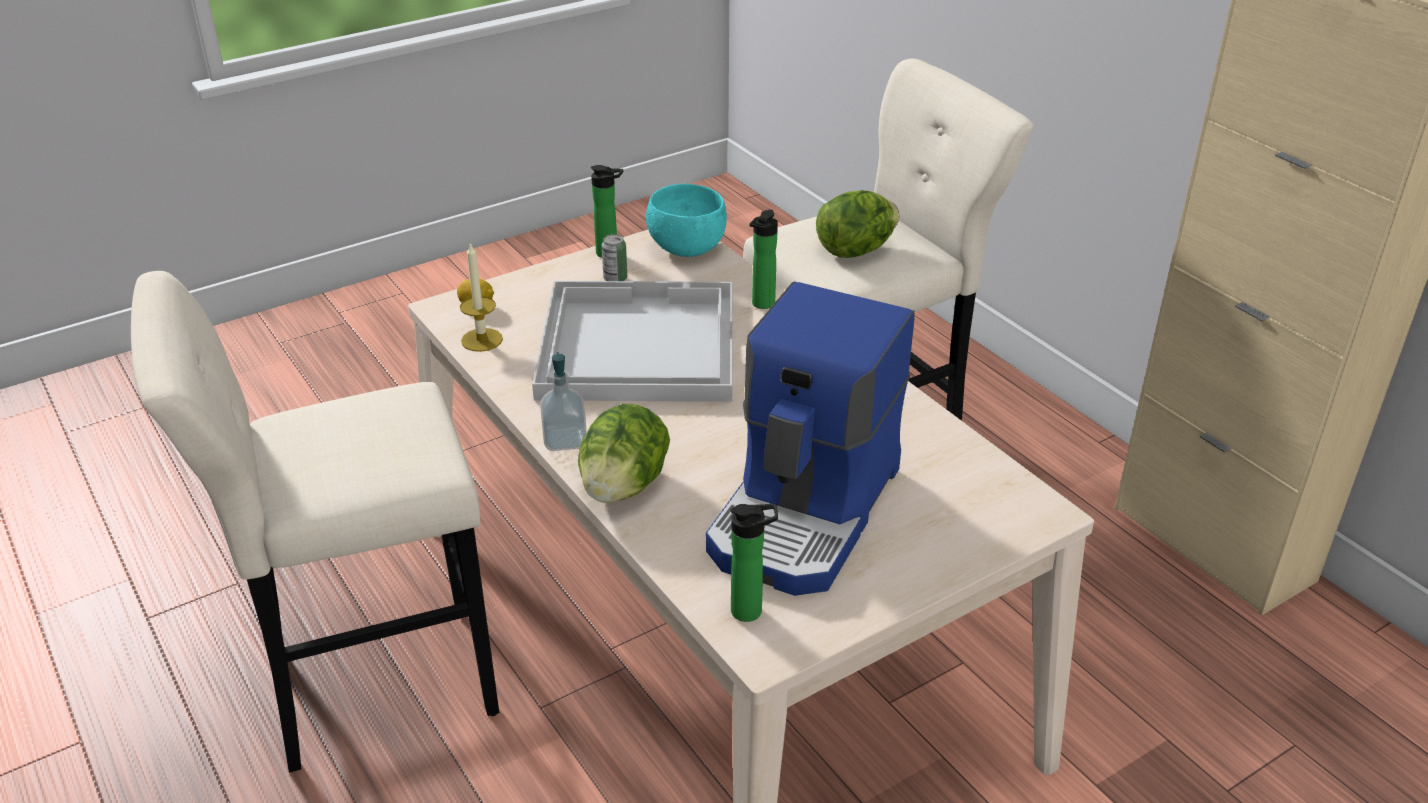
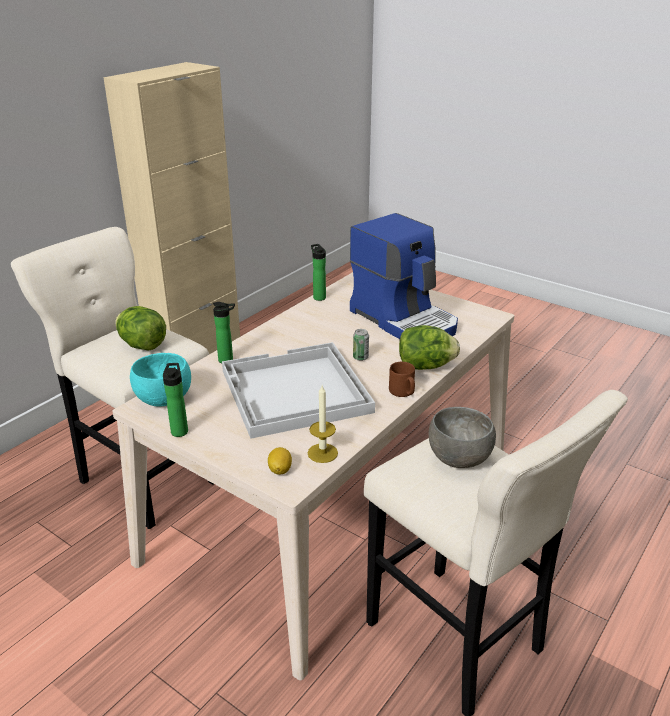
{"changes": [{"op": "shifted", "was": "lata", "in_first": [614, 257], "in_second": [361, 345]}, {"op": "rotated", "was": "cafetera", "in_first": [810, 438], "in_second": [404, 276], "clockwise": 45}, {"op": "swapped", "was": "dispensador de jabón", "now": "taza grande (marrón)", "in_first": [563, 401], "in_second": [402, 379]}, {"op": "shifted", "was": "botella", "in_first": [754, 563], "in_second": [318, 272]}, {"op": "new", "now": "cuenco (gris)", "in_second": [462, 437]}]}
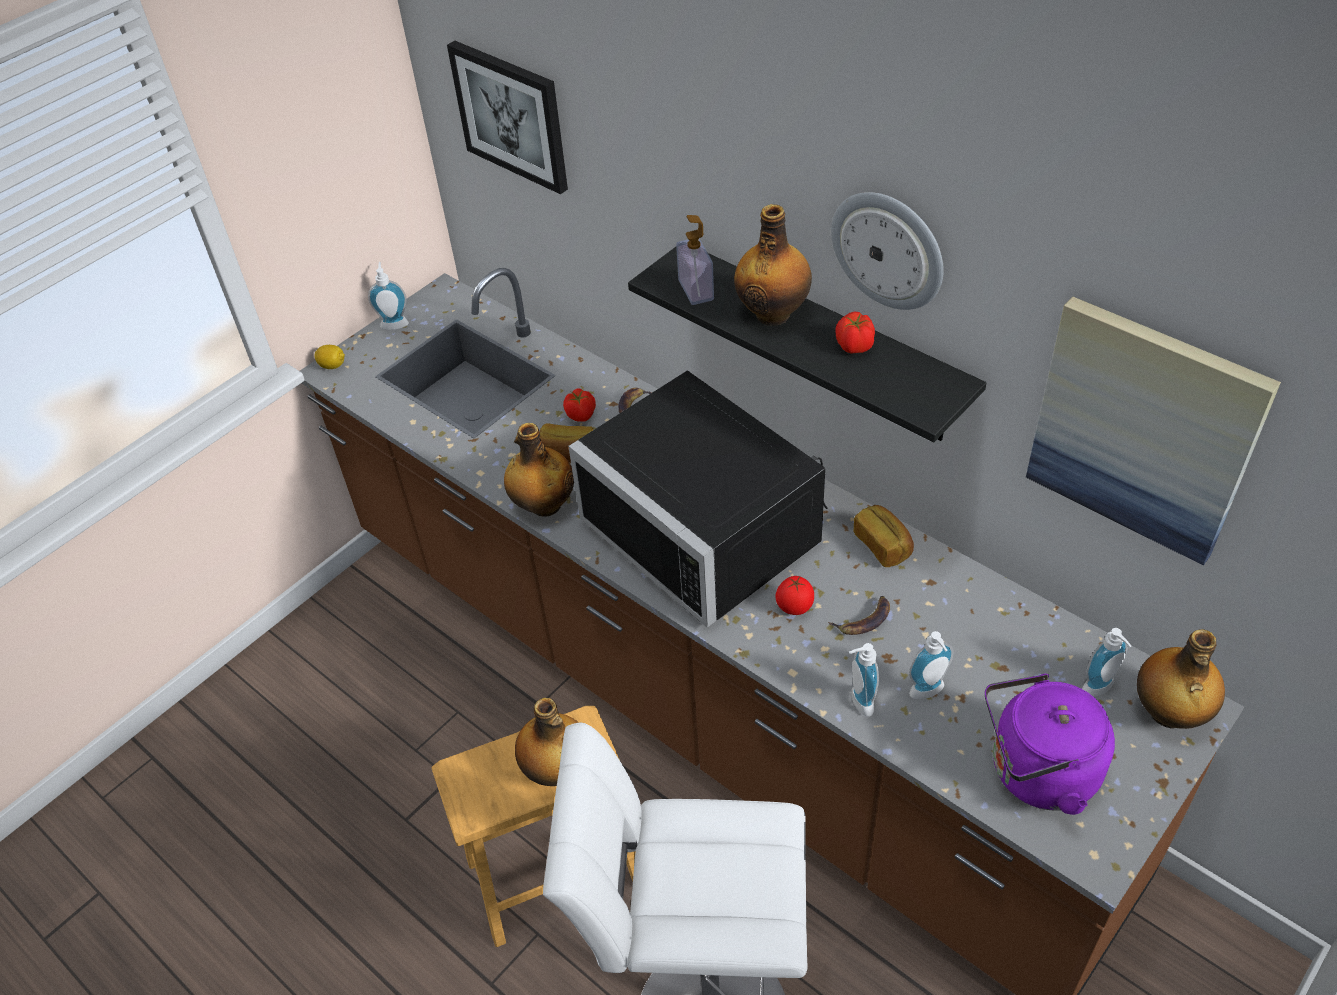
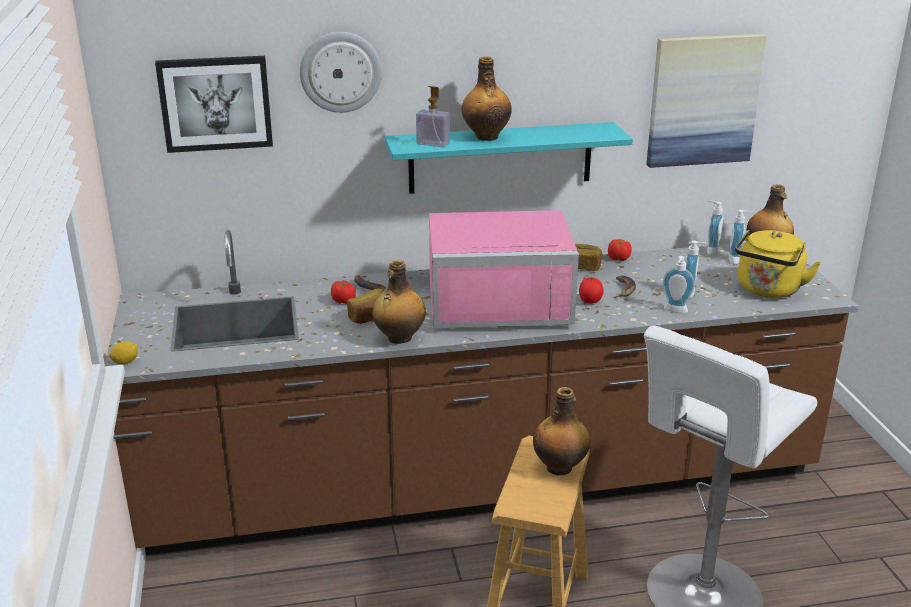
{"changes": [{"op": "shifted", "was": "reloj de pared", "in_first": [887, 251], "in_second": [341, 72]}, {"op": "repainted", "was": "estante (negro)", "now": "estante (turquesa)", "in_first": [807, 344], "in_second": [509, 158]}, {"op": "shifted", "was": "dispensador de jabón", "in_first": [388, 296], "in_second": [715, 228]}, {"op": "shifted", "was": "tomate", "in_first": [855, 333], "in_second": [620, 250]}, {"op": "repainted", "was": "microondas (negro)", "now": "microondas (rosa)", "in_first": [698, 499], "in_second": [504, 269]}, {"op": "repainted", "was": "hervidor (morado)", "now": "hervidor (amarillo)", "in_first": [1050, 744], "in_second": [778, 264]}]}
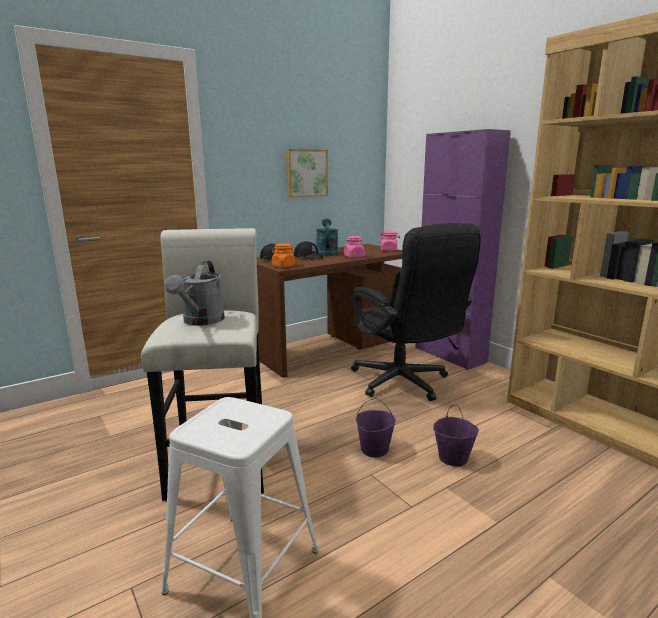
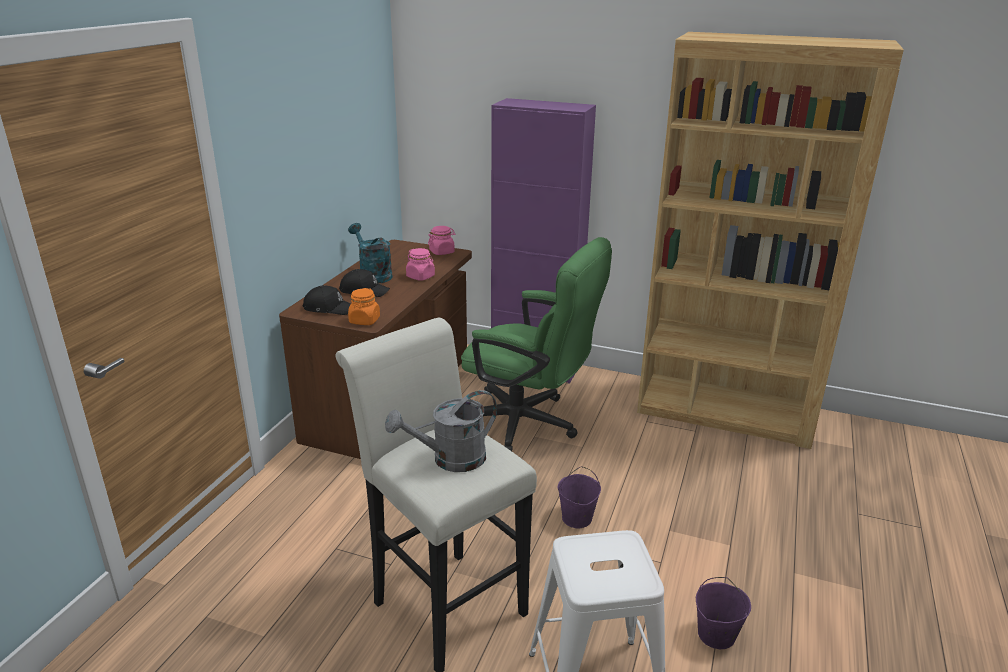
{"changes": [{"op": "gone", "was": "cuadro", "in_first": [307, 173]}, {"op": "repainted", "was": "silla de oficina (negro)", "now": "silla de oficina (verde)", "in_first": [416, 312], "in_second": [536, 344]}, {"op": "rotated", "was": "regadera (gris)", "in_first": [194, 293], "in_second": [441, 431], "clockwise": 90}, {"op": "shifted", "was": "cubo (morado)", "in_first": [456, 436], "in_second": [723, 613]}]}
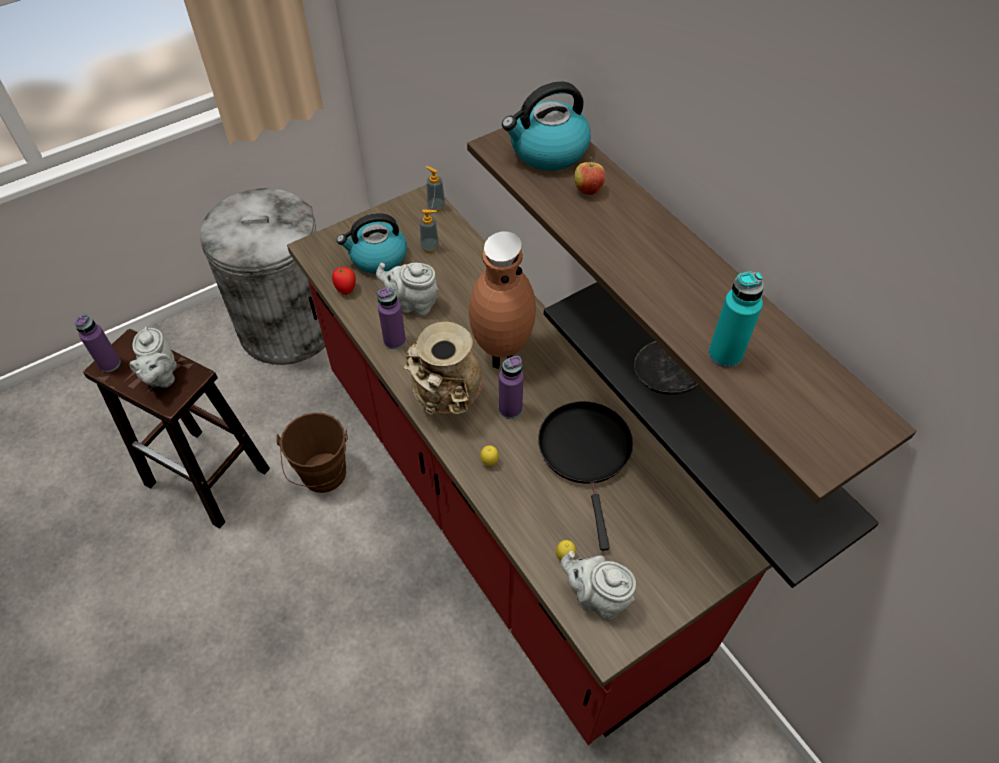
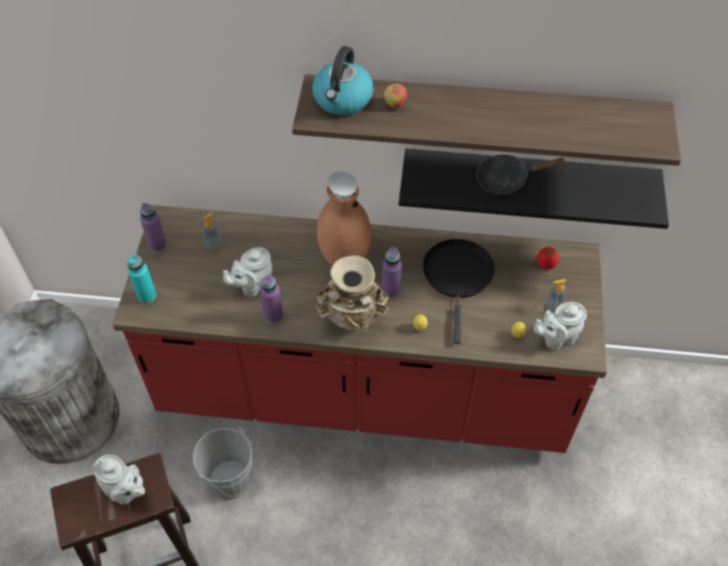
{"changes": [{"op": "shifted", "was": "dispensador de jabón", "in_first": [435, 189], "in_second": [556, 296]}, {"op": "gone", "was": "hervidor", "in_first": [372, 243]}, {"op": "shifted", "was": "tomate", "in_first": [344, 281], "in_second": [548, 258]}, {"op": "shifted", "was": "botella (turquesa)", "in_first": [736, 319], "in_second": [141, 279]}, {"op": "shifted", "was": "botella (morado)", "in_first": [97, 343], "in_second": [153, 227]}, {"op": "rotated", "was": "sartén (negro)", "in_first": [585, 476], "in_second": [459, 291], "clockwise": 60}, {"op": "repainted", "was": "cubo (marrón)", "now": "cubo (gris)", "in_first": [312, 452], "in_second": [228, 463]}]}
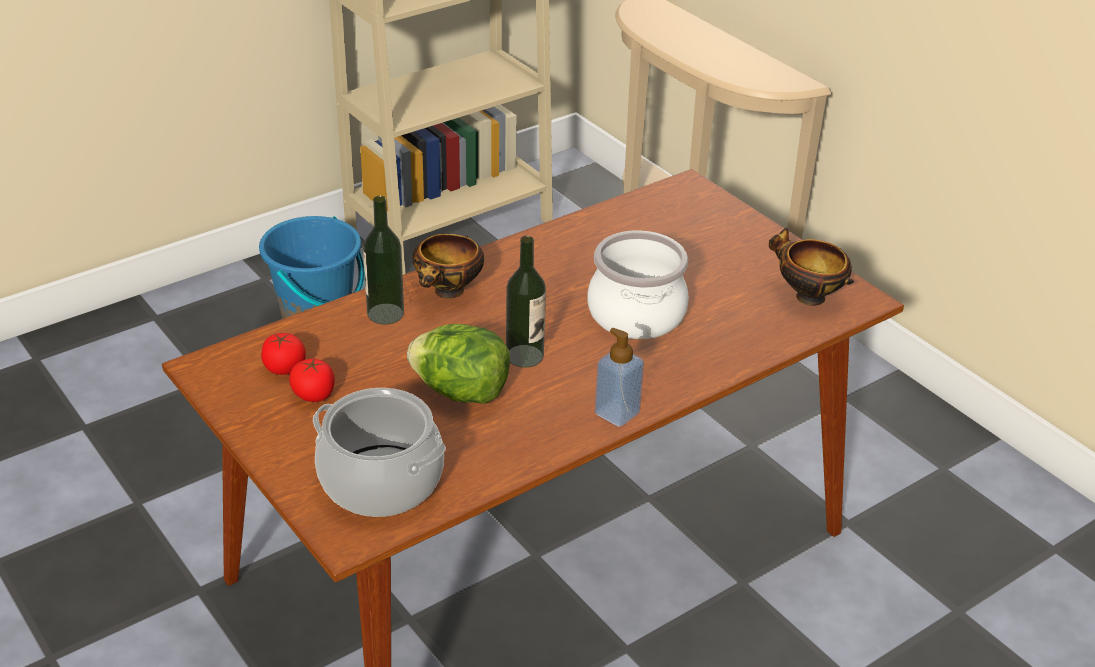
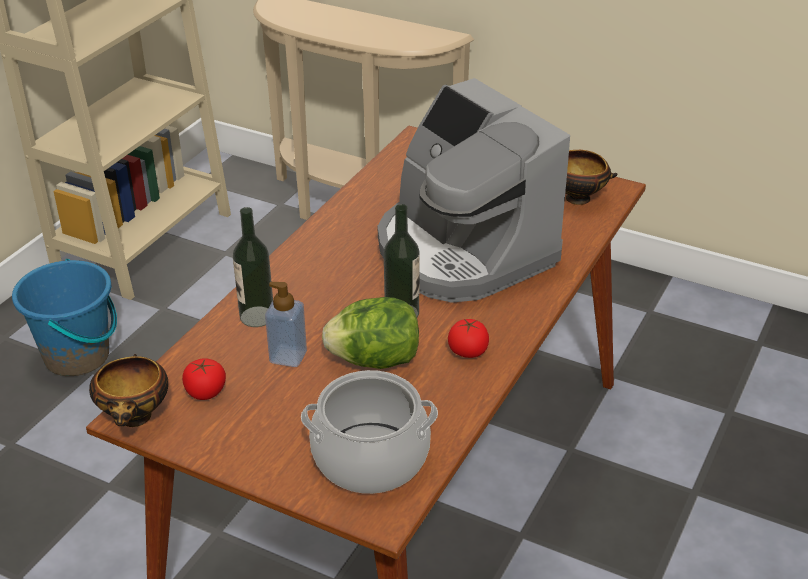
{"changes": [{"op": "swapped", "was": "olla", "now": "cafetera", "in_first": [638, 285], "in_second": [474, 190]}, {"op": "shifted", "was": "cuenco", "in_first": [448, 266], "in_second": [128, 390]}, {"op": "shifted", "was": "dispensador de jabón", "in_first": [619, 377], "in_second": [286, 324]}, {"op": "shifted", "was": "tomate", "in_first": [312, 379], "in_second": [468, 338]}]}
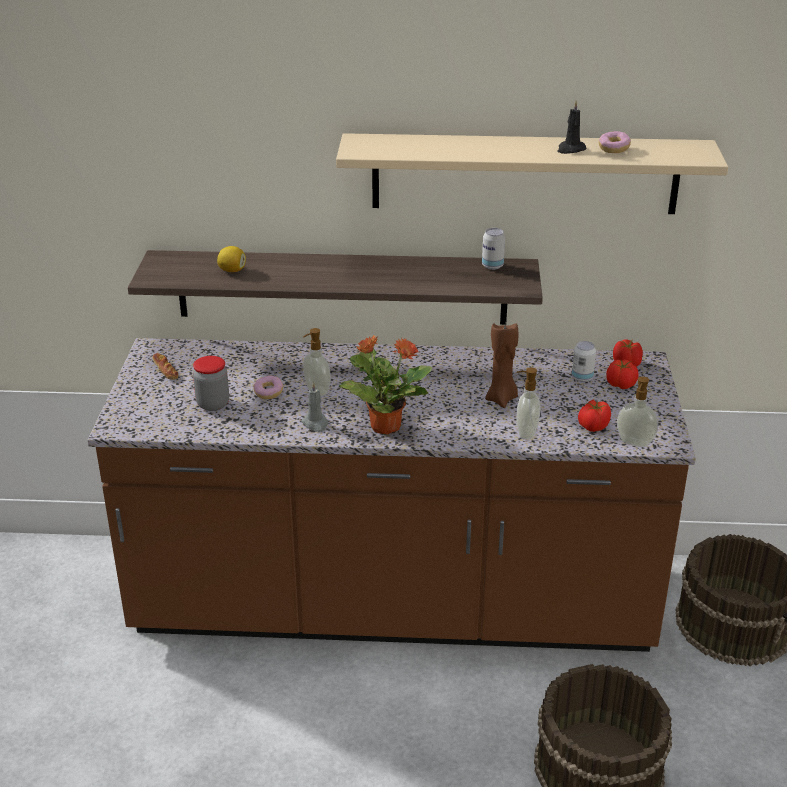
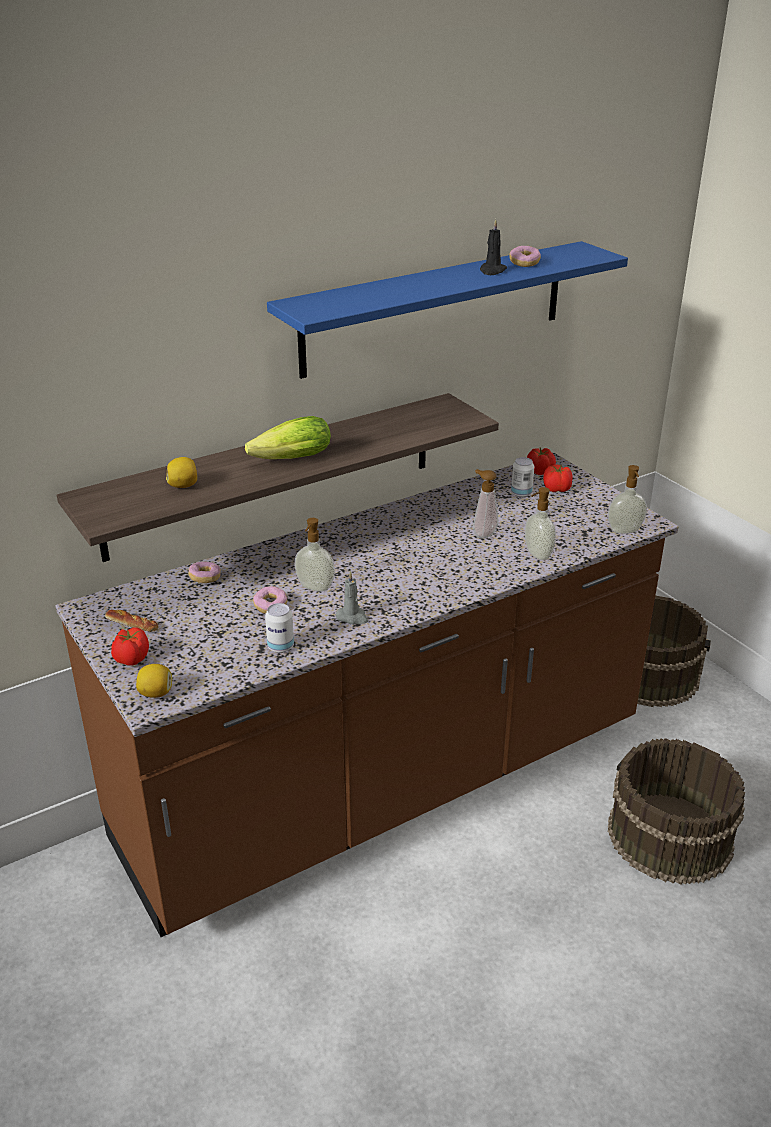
{"changes": [{"op": "repainted", "was": "estante (beis)", "now": "estante (azul)", "in_first": [532, 173], "in_second": [447, 310]}, {"op": "shifted", "was": "lata", "in_first": [493, 249], "in_second": [279, 628]}, {"op": "swapped", "was": "vela (marrón)", "now": "dispensador de jabón", "in_first": [501, 365], "in_second": [486, 504]}, {"op": "gone", "was": "planta en maceta", "in_first": [385, 385]}, {"op": "gone", "was": "tarro", "in_first": [211, 383]}, {"op": "shifted", "was": "tomate", "in_first": [594, 416], "in_second": [130, 646]}, {"op": "new", "now": "lechuga", "in_second": [288, 437]}, {"op": "new", "now": "rosquilla", "in_second": [205, 572]}, {"op": "new", "now": "limón", "in_second": [154, 681]}]}
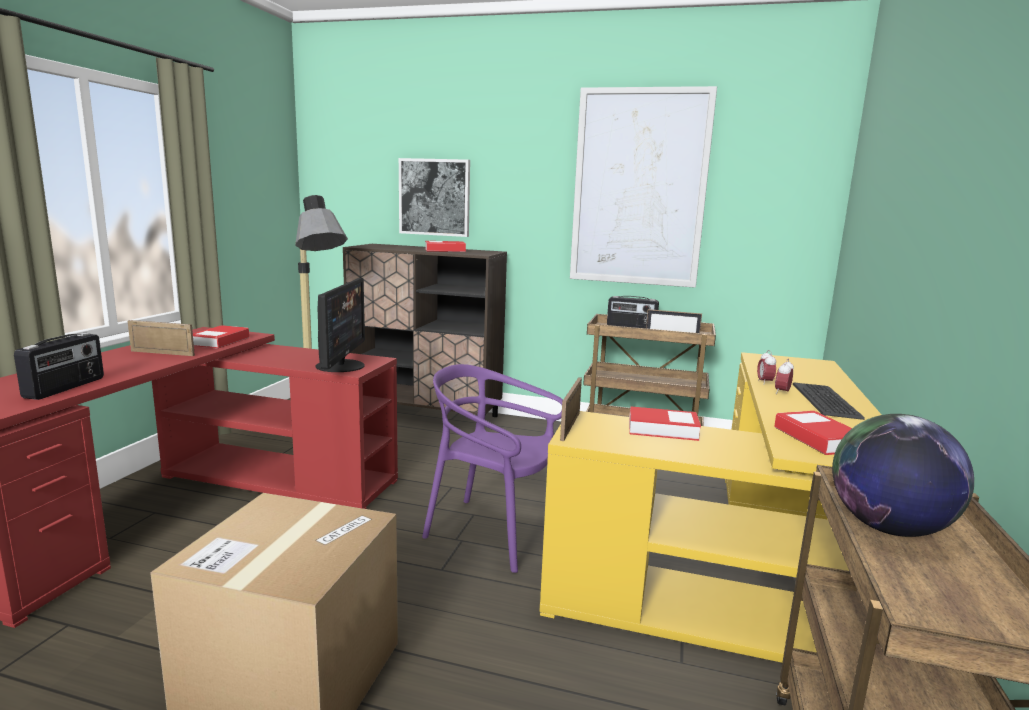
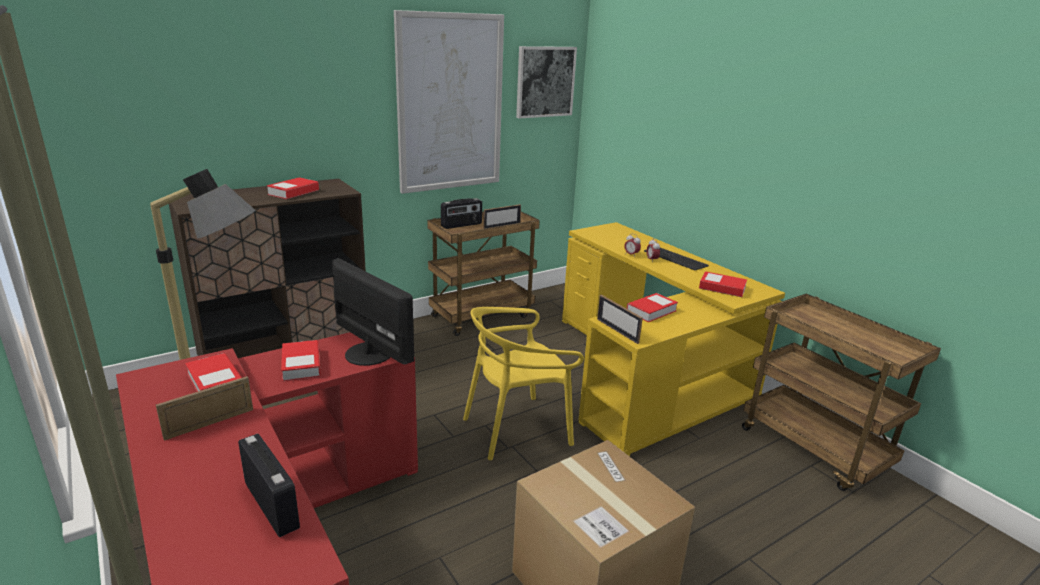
{"changes": [{"op": "shifted", "was": "cuadro", "in_first": [434, 197], "in_second": [546, 82]}, {"op": "repainted", "was": "silla (morado)", "now": "silla (amarillo)", "in_first": [492, 468], "in_second": [523, 383]}, {"op": "gone", "was": "globo terráqueo", "in_first": [903, 475]}, {"op": "new", "now": "libro", "in_second": [301, 360]}]}
